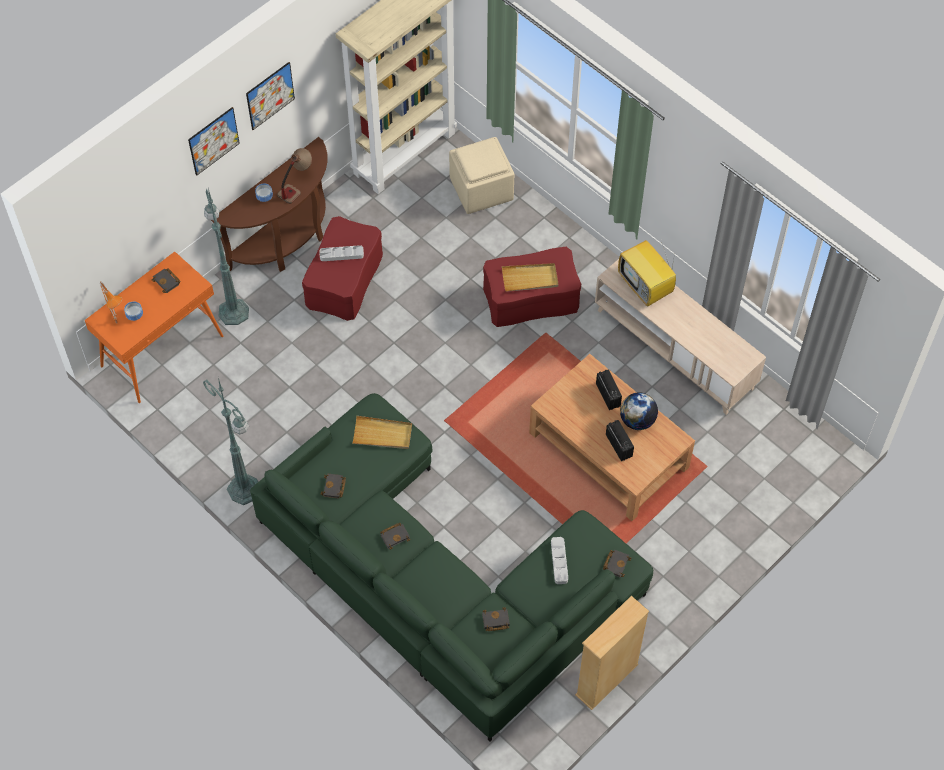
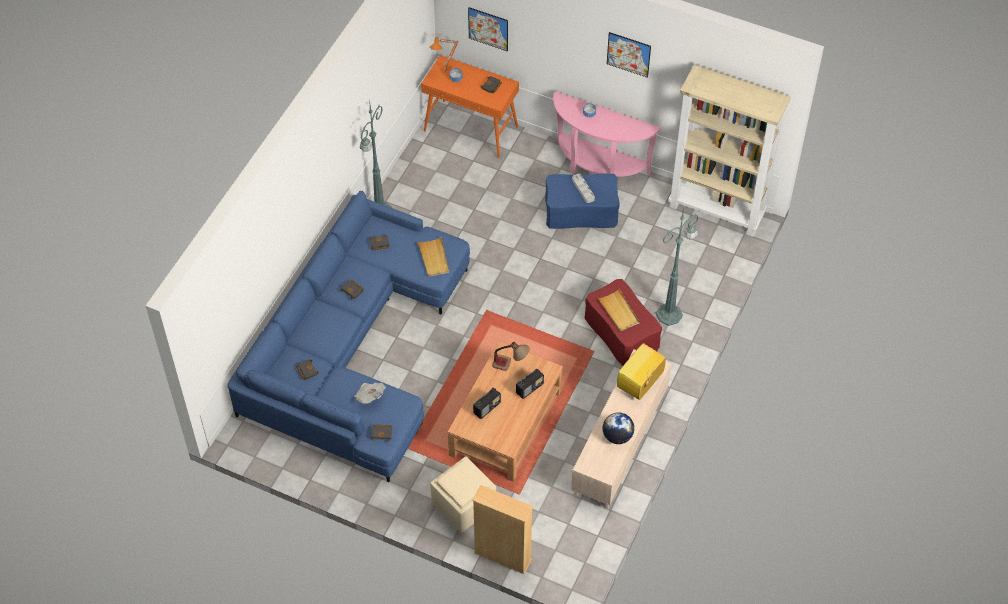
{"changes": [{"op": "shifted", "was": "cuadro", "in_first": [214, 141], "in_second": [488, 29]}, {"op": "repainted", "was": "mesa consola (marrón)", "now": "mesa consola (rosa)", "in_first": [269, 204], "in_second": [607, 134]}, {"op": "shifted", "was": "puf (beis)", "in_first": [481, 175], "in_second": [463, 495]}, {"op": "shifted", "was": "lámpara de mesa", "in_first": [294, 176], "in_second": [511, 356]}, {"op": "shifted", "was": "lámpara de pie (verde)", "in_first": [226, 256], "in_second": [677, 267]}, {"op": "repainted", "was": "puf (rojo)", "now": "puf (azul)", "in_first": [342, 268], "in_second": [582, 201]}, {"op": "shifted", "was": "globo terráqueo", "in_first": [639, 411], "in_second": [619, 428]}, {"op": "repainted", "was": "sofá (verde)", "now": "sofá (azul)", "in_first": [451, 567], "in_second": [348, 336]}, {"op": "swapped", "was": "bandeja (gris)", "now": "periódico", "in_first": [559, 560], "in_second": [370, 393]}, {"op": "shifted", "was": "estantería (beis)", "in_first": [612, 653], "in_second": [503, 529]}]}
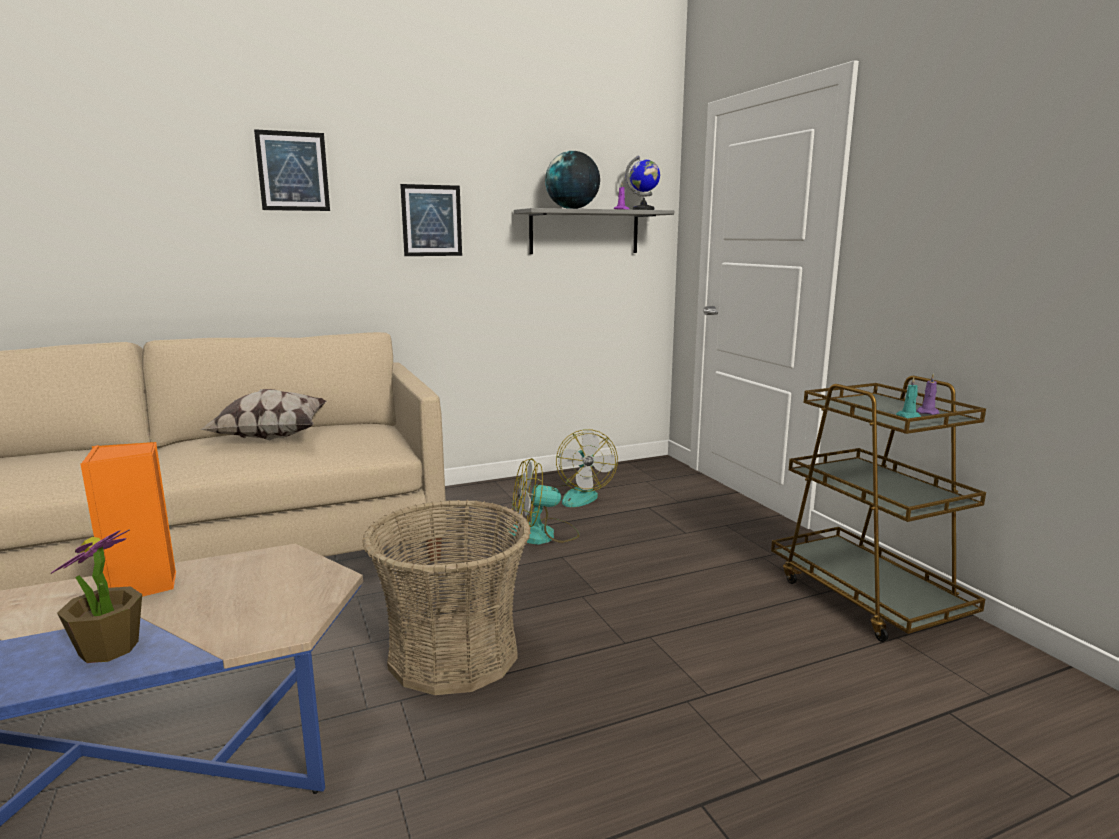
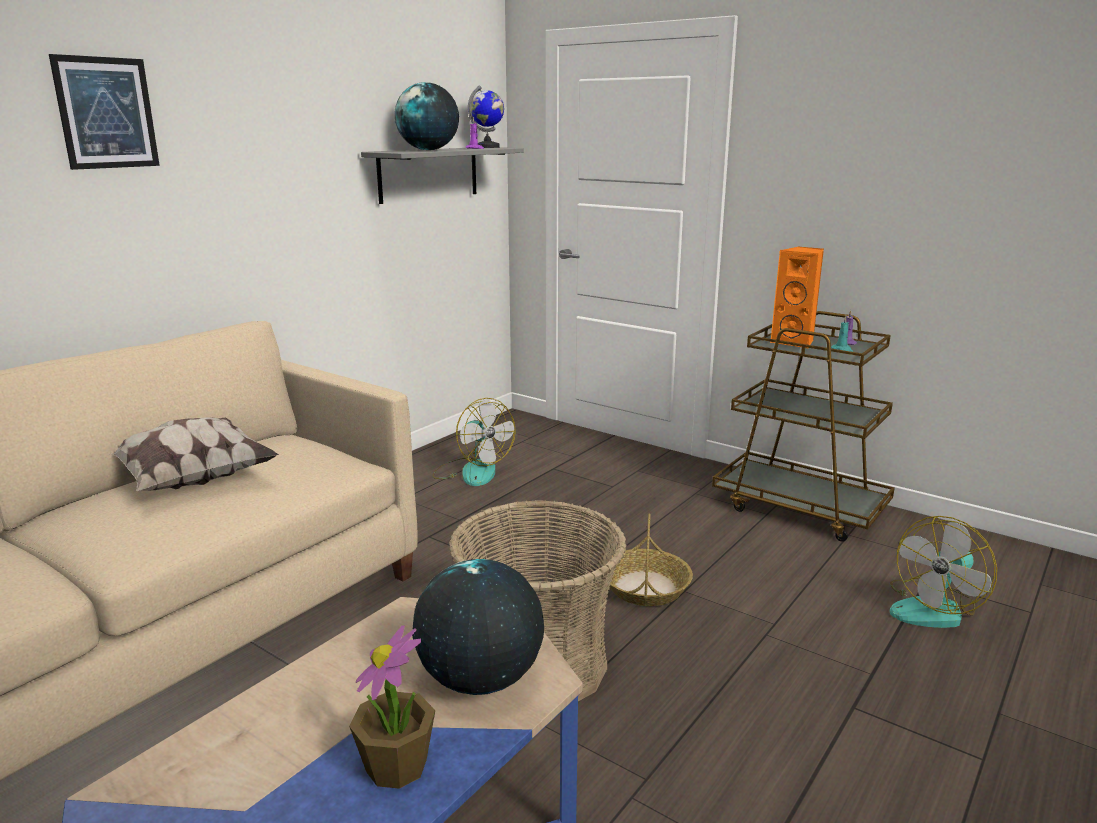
{"changes": [{"op": "gone", "was": "cuadro", "in_first": [431, 220]}, {"op": "shifted", "was": "altavoz (naranja)", "in_first": [128, 519], "in_second": [797, 297]}, {"op": "shifted", "was": "ventilador", "in_first": [544, 501], "in_second": [943, 572]}, {"op": "new", "now": "cesta", "in_second": [651, 559]}, {"op": "new", "now": "globo terráqueo", "in_second": [478, 627]}]}
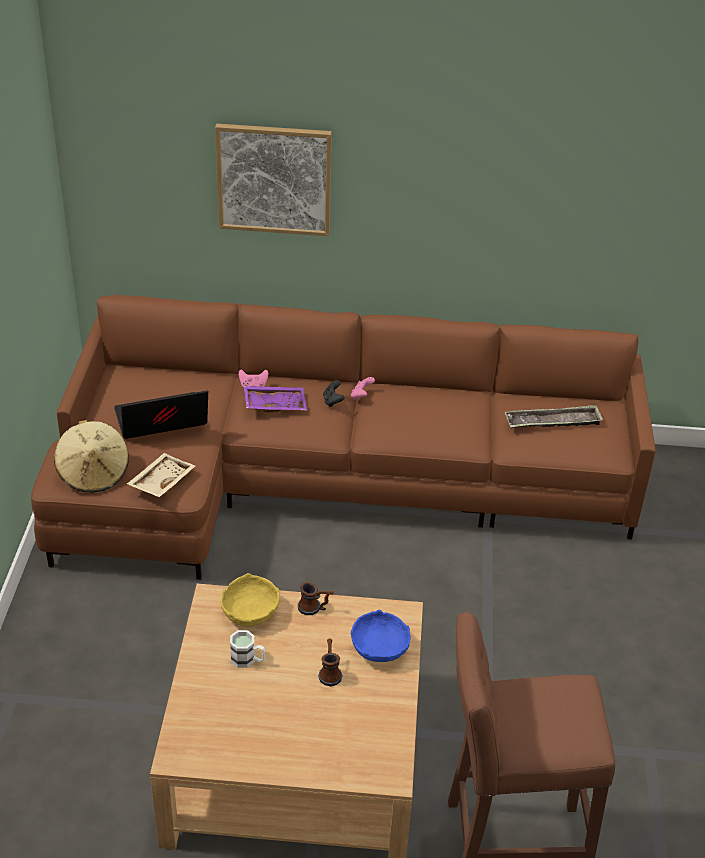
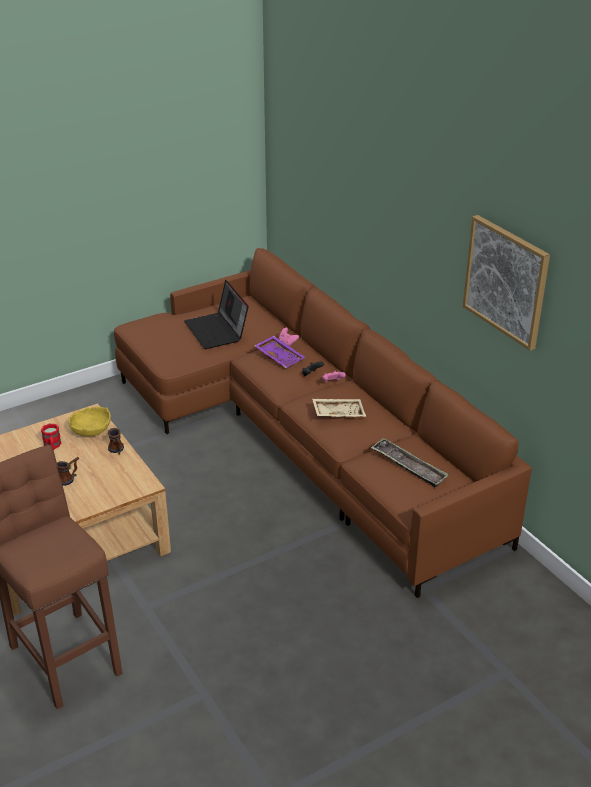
{"changes": [{"op": "shifted", "was": "cuadro", "in_first": [273, 180], "in_second": [506, 283]}, {"op": "rotated", "was": "portátil", "in_first": [161, 415], "in_second": [216, 314], "clockwise": -150}, {"op": "gone", "was": "sombrero (beis)", "in_first": [91, 456]}, {"op": "shifted", "was": "bandeja (beis)", "in_first": [161, 475], "in_second": [339, 409]}, {"op": "gone", "was": "cuenco (azul)", "in_first": [381, 636]}, {"op": "repainted", "was": "taza grande (blanco)", "now": "taza grande (rojo)", "in_first": [247, 649], "in_second": [51, 437]}]}
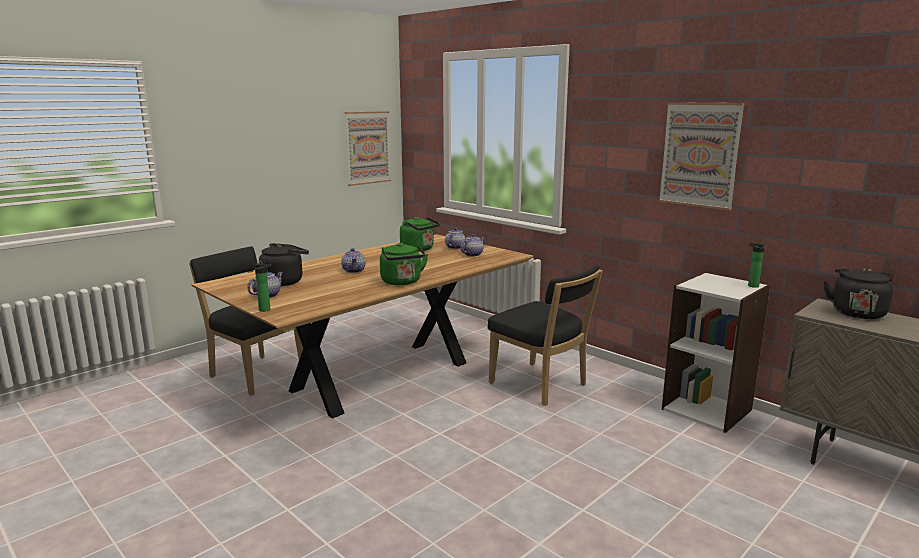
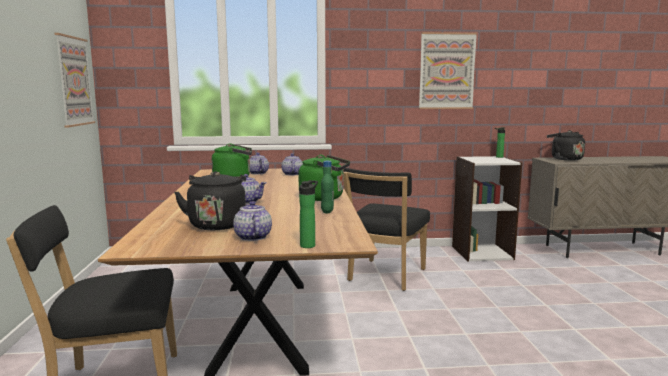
{"changes": [{"op": "rotated", "was": "silla (negro)", "in_first": [545, 335], "in_second": [386, 229], "clockwise": 120}, {"op": "new", "now": "botella (verde)", "in_second": [327, 187]}]}
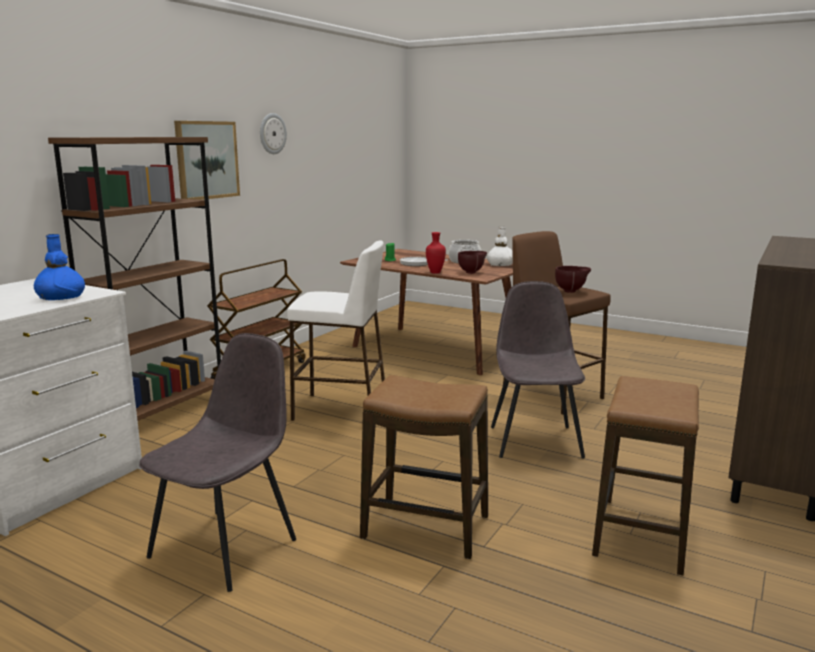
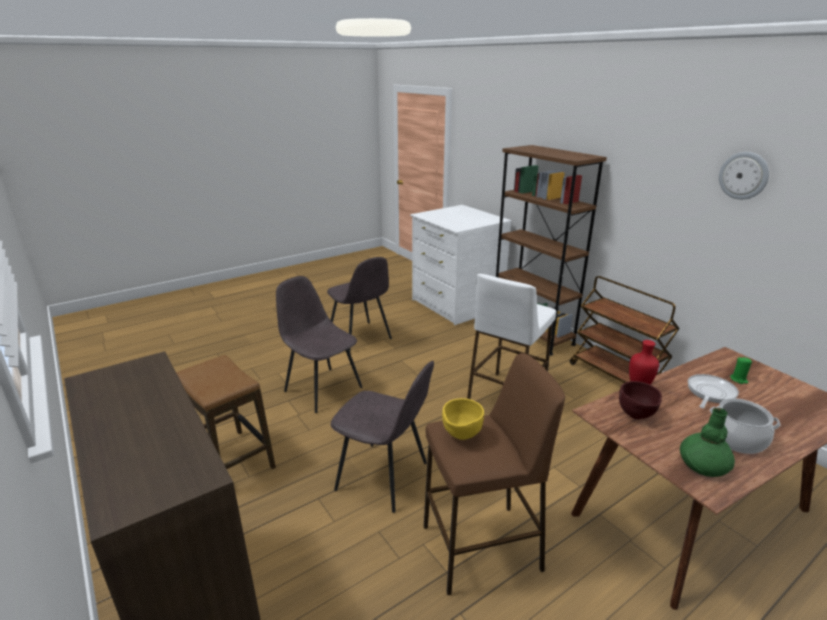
{"changes": [{"op": "gone", "was": "cuadro", "in_first": [207, 160]}, {"op": "repainted", "was": "florero (blanco)", "now": "florero (verde)", "in_first": [500, 246], "in_second": [707, 442]}, {"op": "gone", "was": "florero (azul)", "in_first": [59, 267]}, {"op": "repainted", "was": "cuenco (marrón)", "now": "cuenco (amarillo)", "in_first": [573, 279], "in_second": [463, 419]}, {"op": "swapped", "was": "taburete", "now": "silla (gris)", "in_first": [424, 467], "in_second": [319, 344]}]}
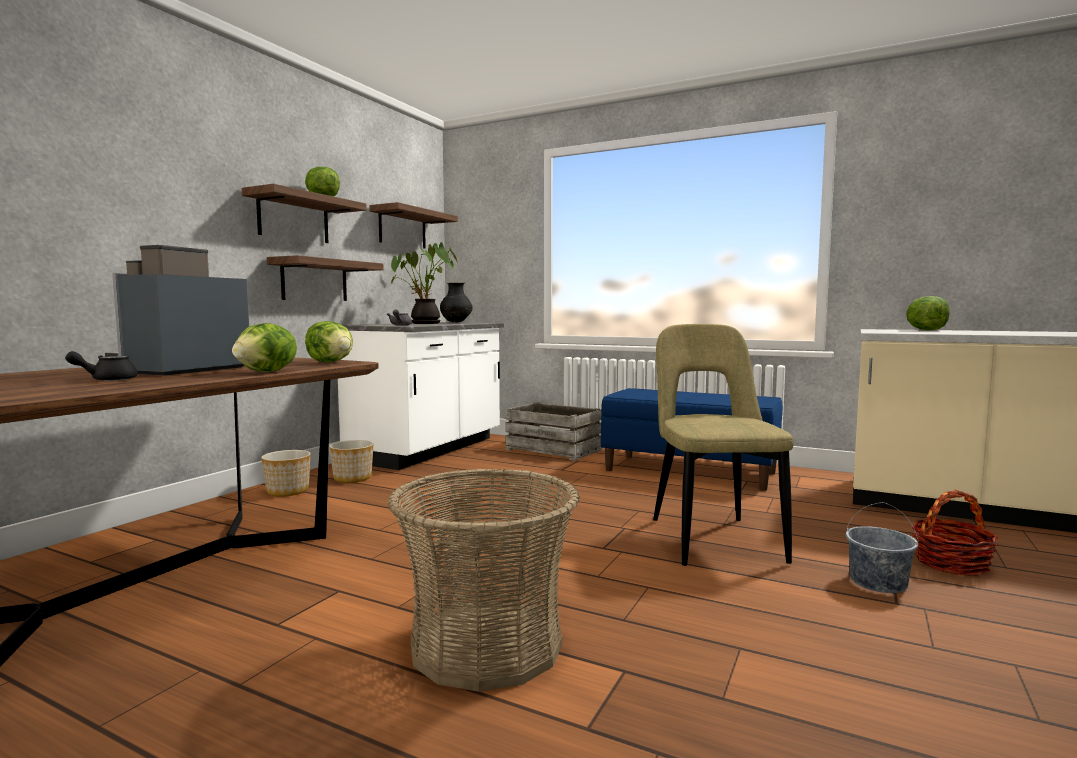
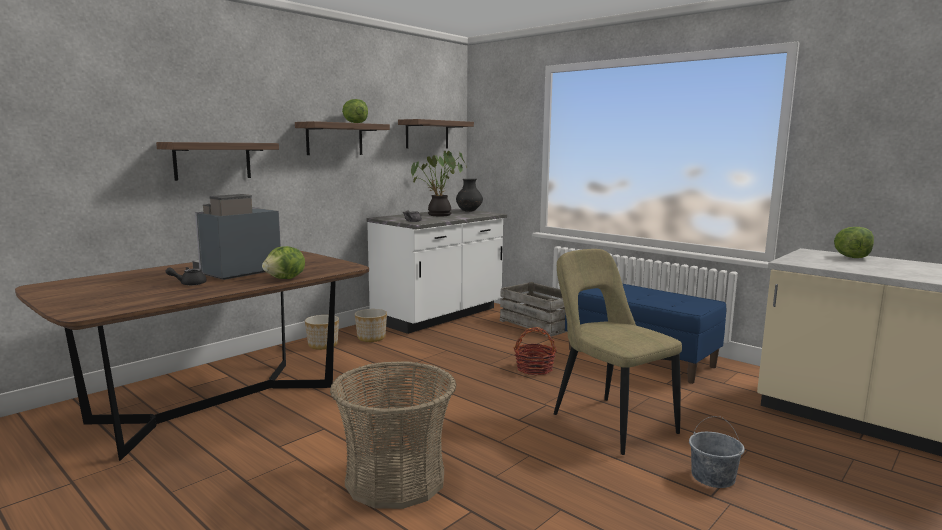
{"changes": [{"op": "shifted", "was": "estante", "in_first": [325, 278], "in_second": [217, 161]}, {"op": "gone", "was": "lechuga", "in_first": [329, 342]}, {"op": "rotated", "was": "silla (beis)", "in_first": [723, 445], "in_second": [618, 352], "clockwise": -45}, {"op": "shifted", "was": "cesta", "in_first": [955, 533], "in_second": [535, 351]}]}
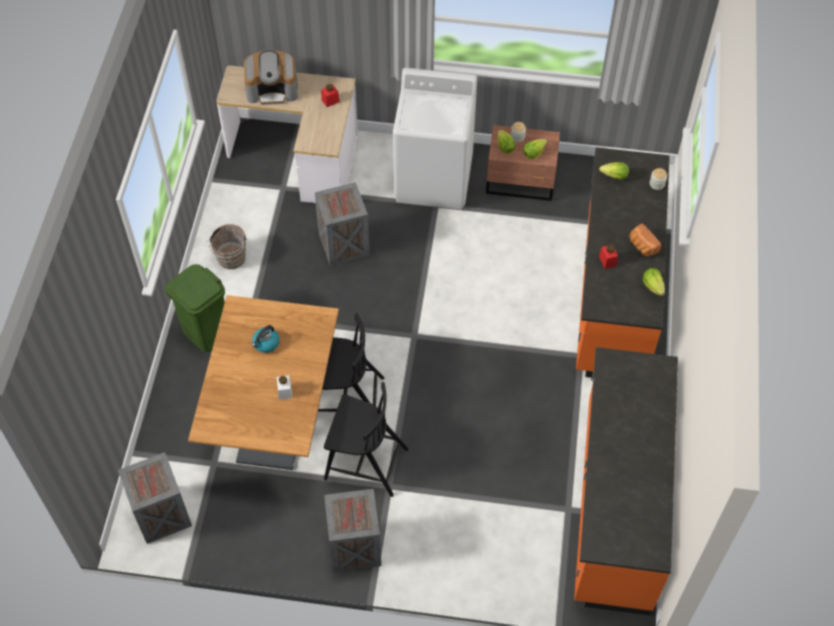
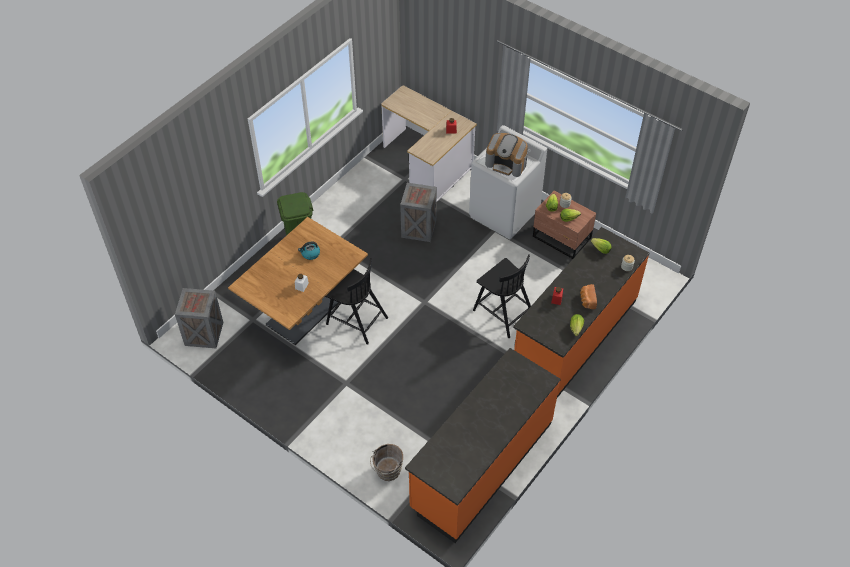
{"changes": [{"op": "shifted", "was": "cafetera", "in_first": [271, 77], "in_second": [506, 155]}, {"op": "shifted", "was": "cubo (marrón)", "in_first": [227, 246], "in_second": [386, 462]}, {"op": "shifted", "was": "silla (negro)", "in_first": [366, 439], "in_second": [502, 296]}, {"op": "gone", "was": "caja de embalaje", "in_first": [352, 530]}]}
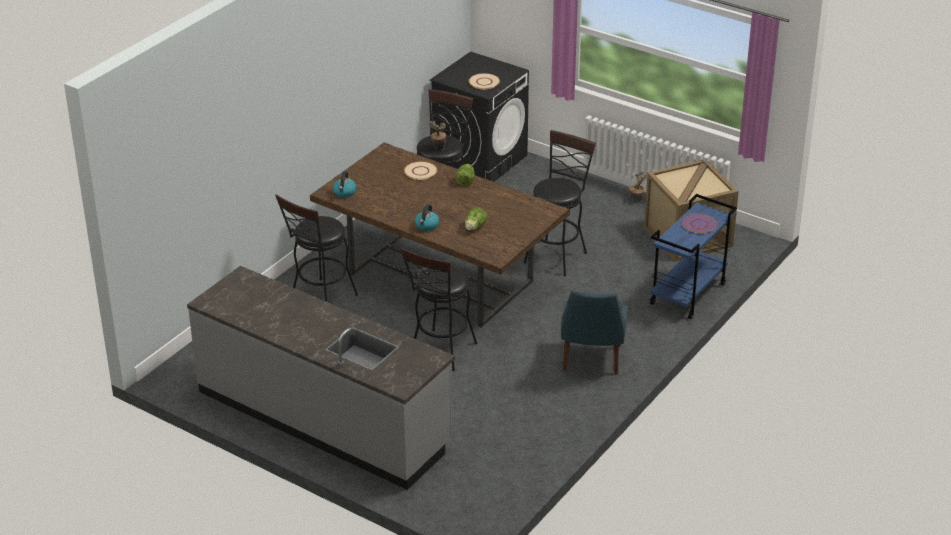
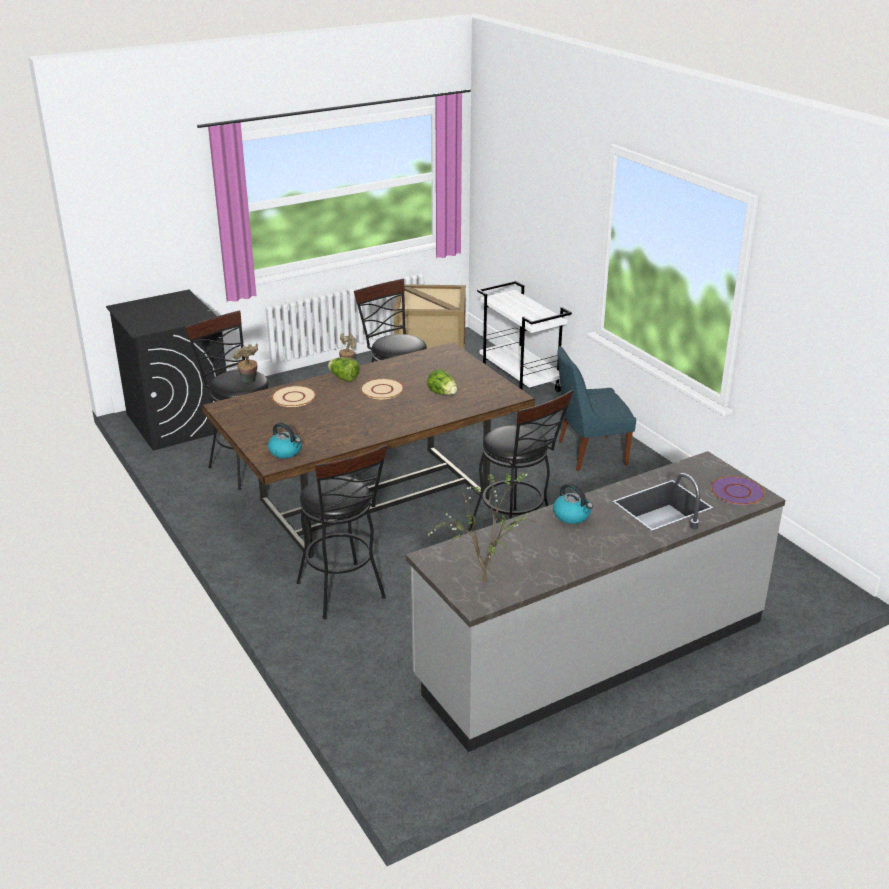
{"changes": [{"op": "shifted", "was": "plato (beis)", "in_first": [484, 81], "in_second": [382, 389]}, {"op": "repainted", "was": "carrito (azul)", "now": "carrito (blanco)", "in_first": [693, 256], "in_second": [524, 336]}, {"op": "shifted", "was": "hervidor", "in_first": [427, 217], "in_second": [573, 503]}, {"op": "shifted", "was": "plato (morado)", "in_first": [699, 224], "in_second": [738, 490]}, {"op": "rotated", "was": "silla (azul)", "in_first": [594, 333], "in_second": [597, 408], "clockwise": 135}, {"op": "new", "now": "planta en maceta", "in_second": [483, 524]}]}
